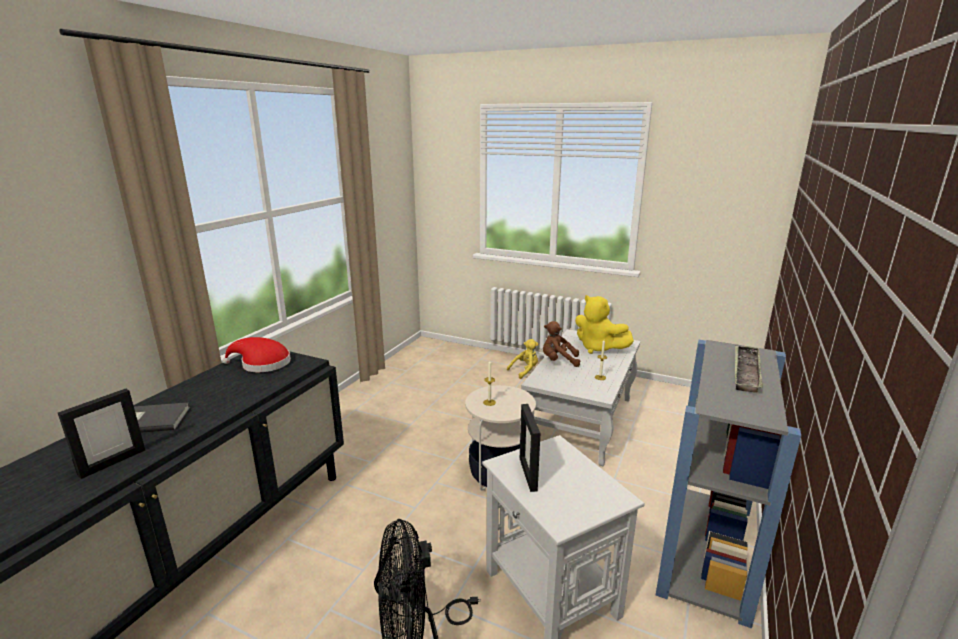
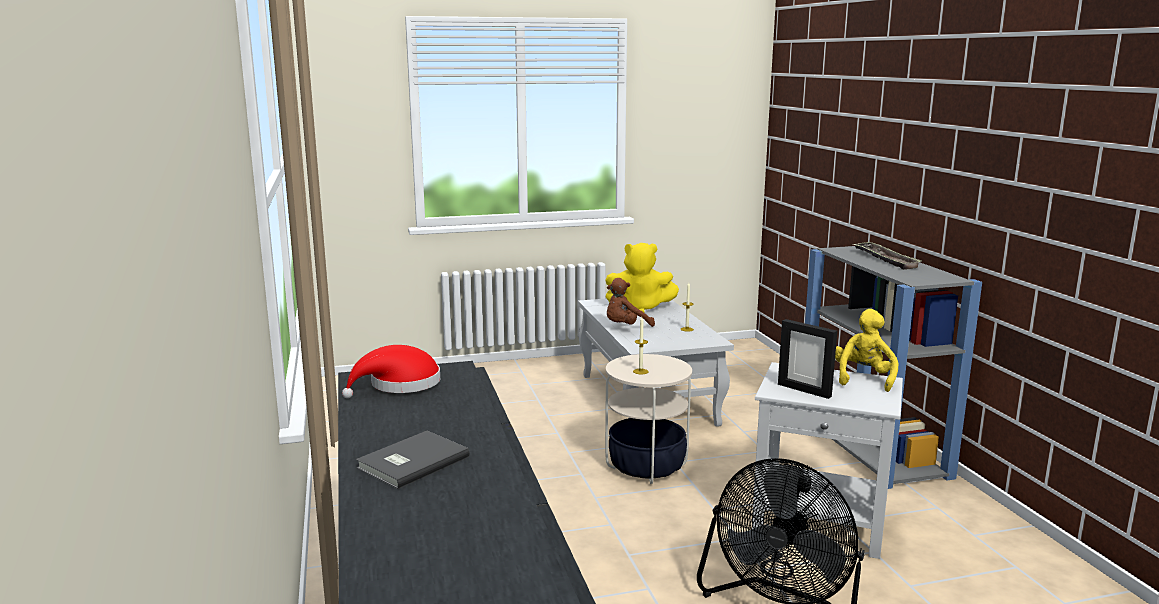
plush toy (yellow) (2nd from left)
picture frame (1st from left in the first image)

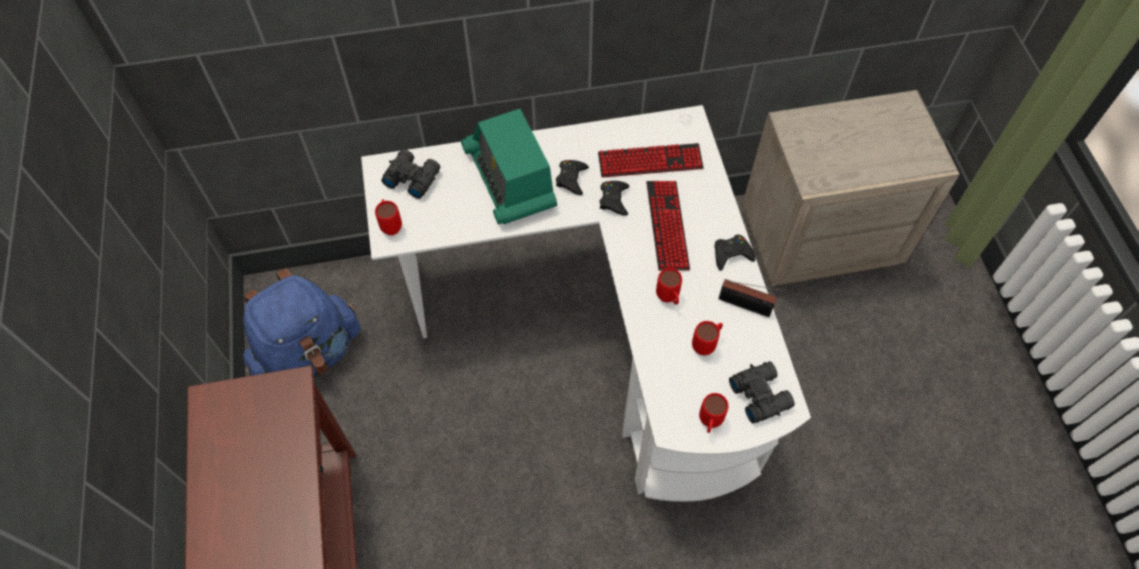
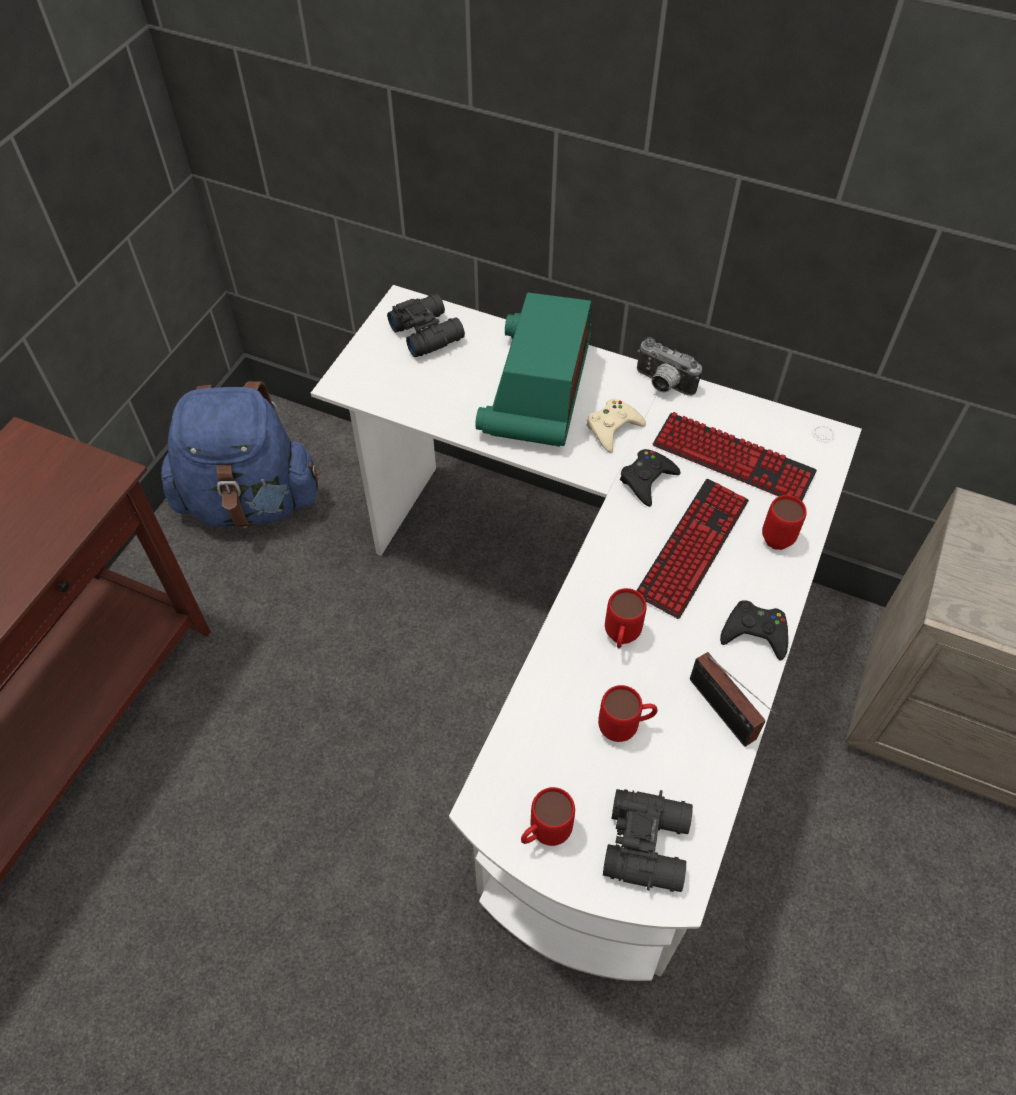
game controller (beige)
photo camera
mug (red) (4th from left)

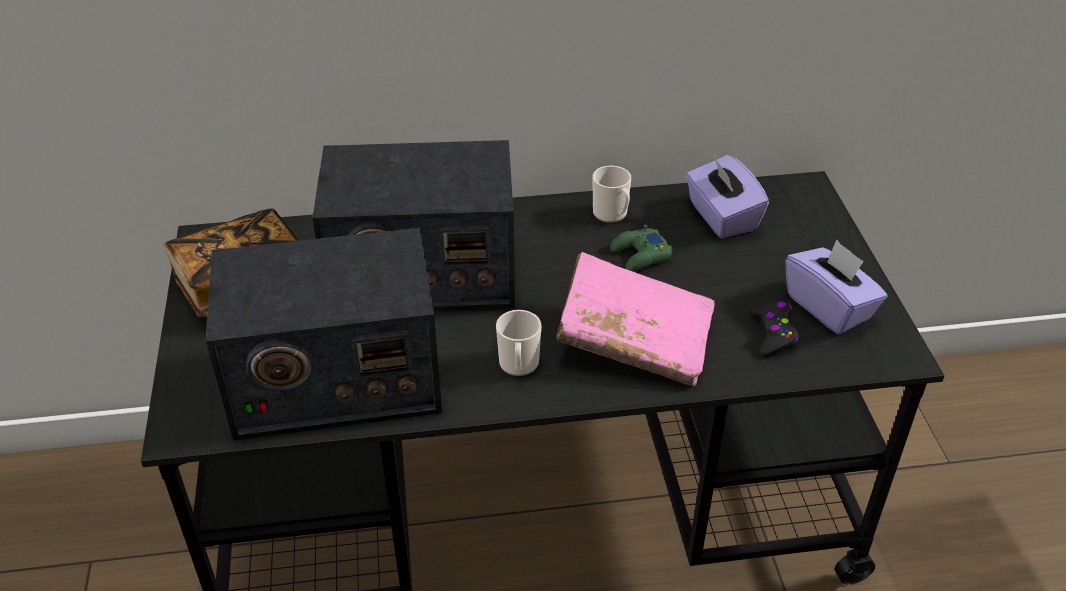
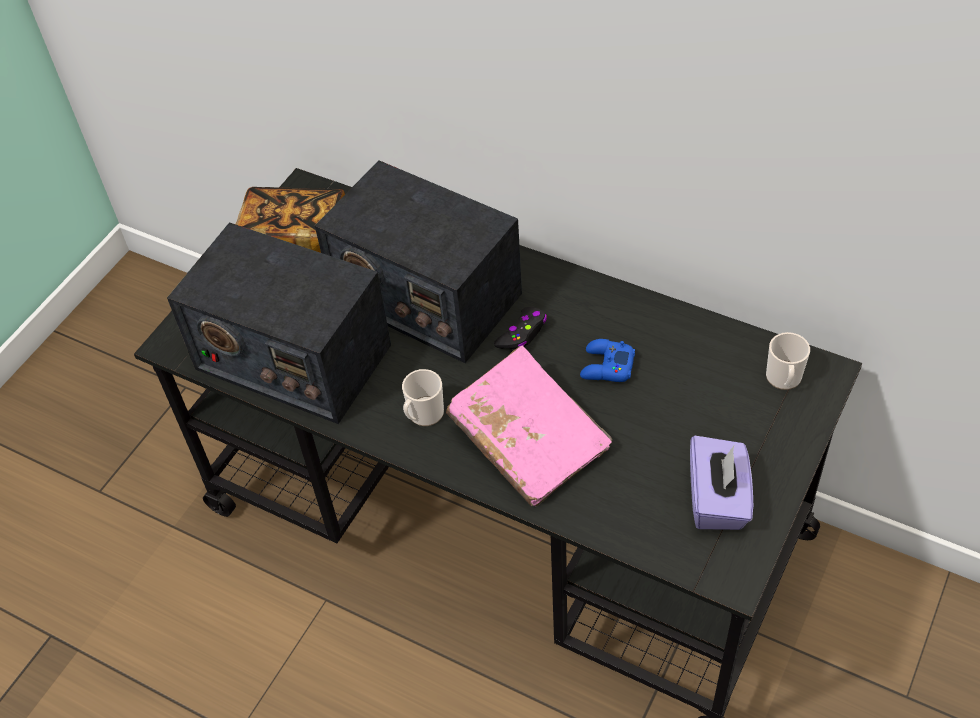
game controller (black)
game controller (blue)
mug (2nd from left)
tissue box (purple) (1st from left in the first image)

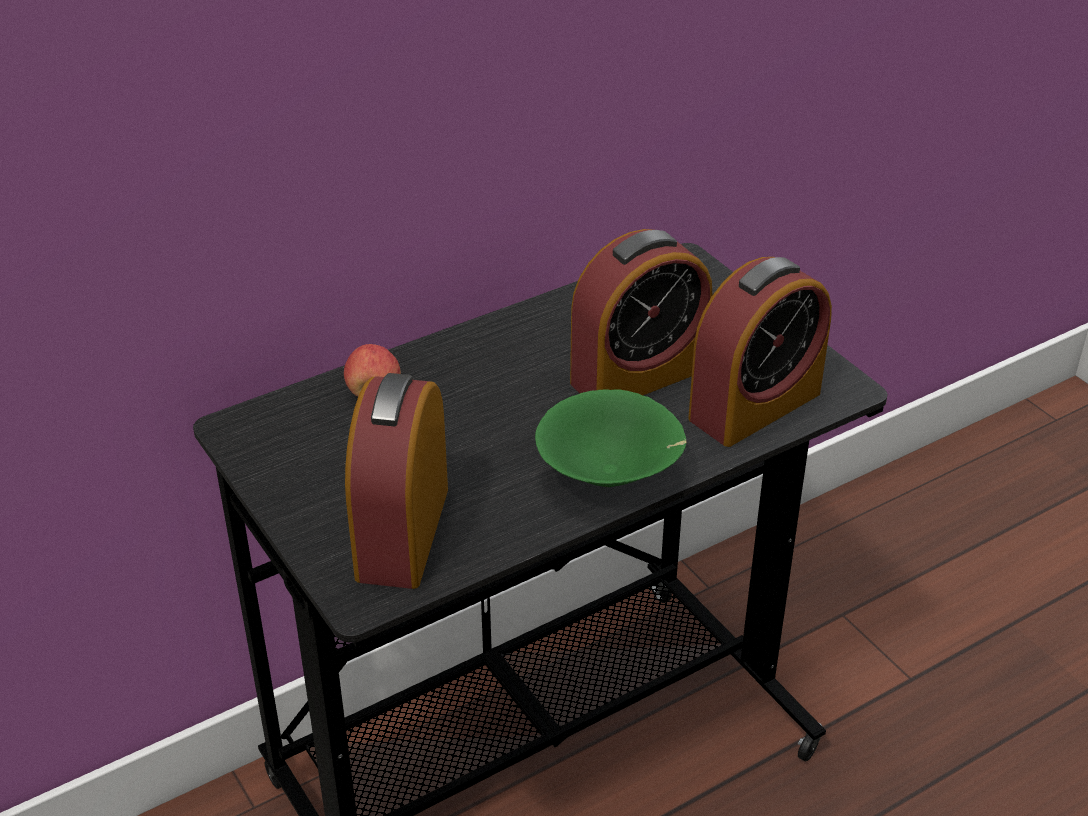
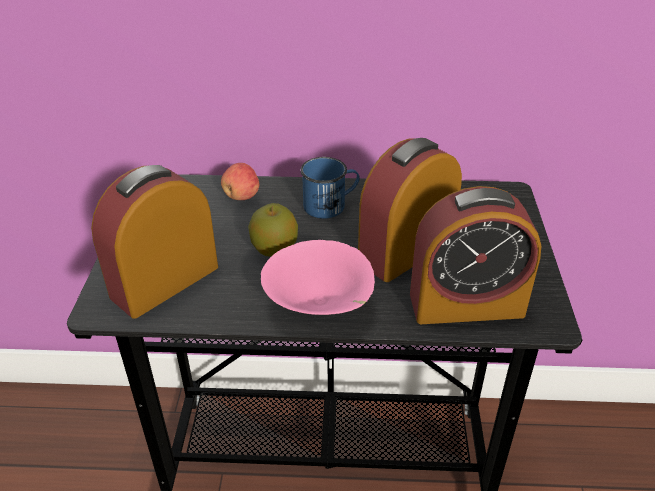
apple (2nd from left)
bowl (pink)
mug (blue)
alarm clock (2nd from left)

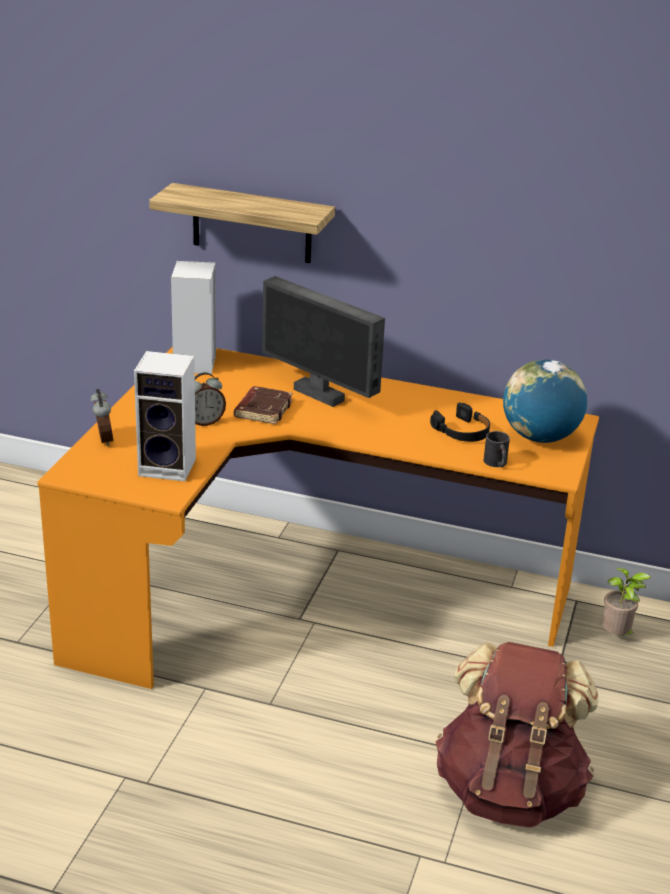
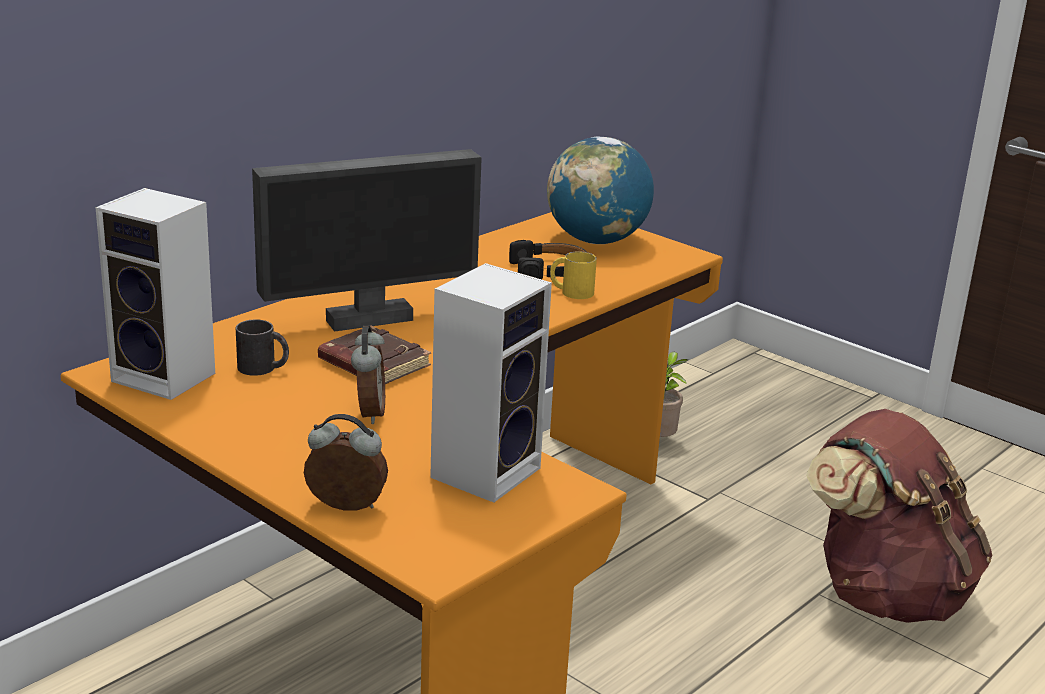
mug (black)
mug (yellow)
shelf

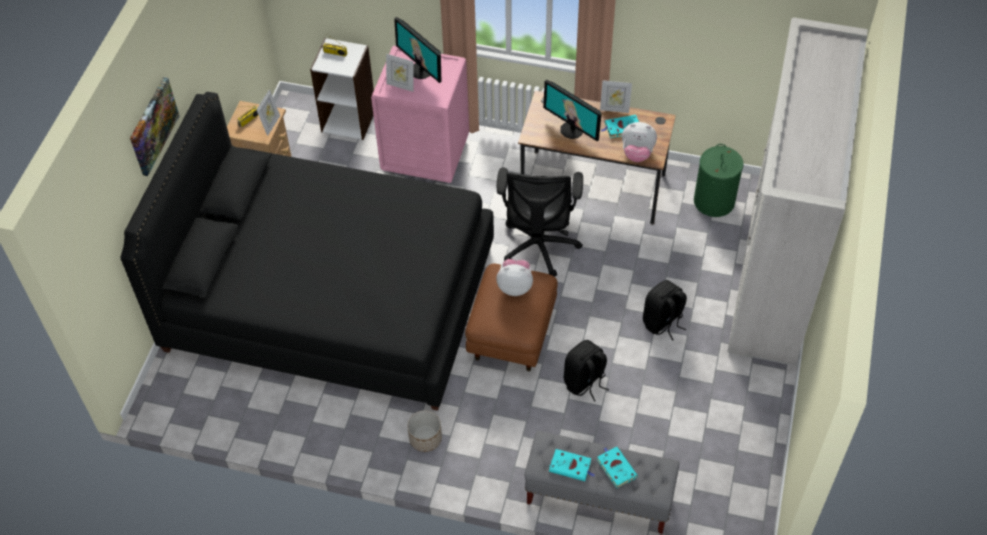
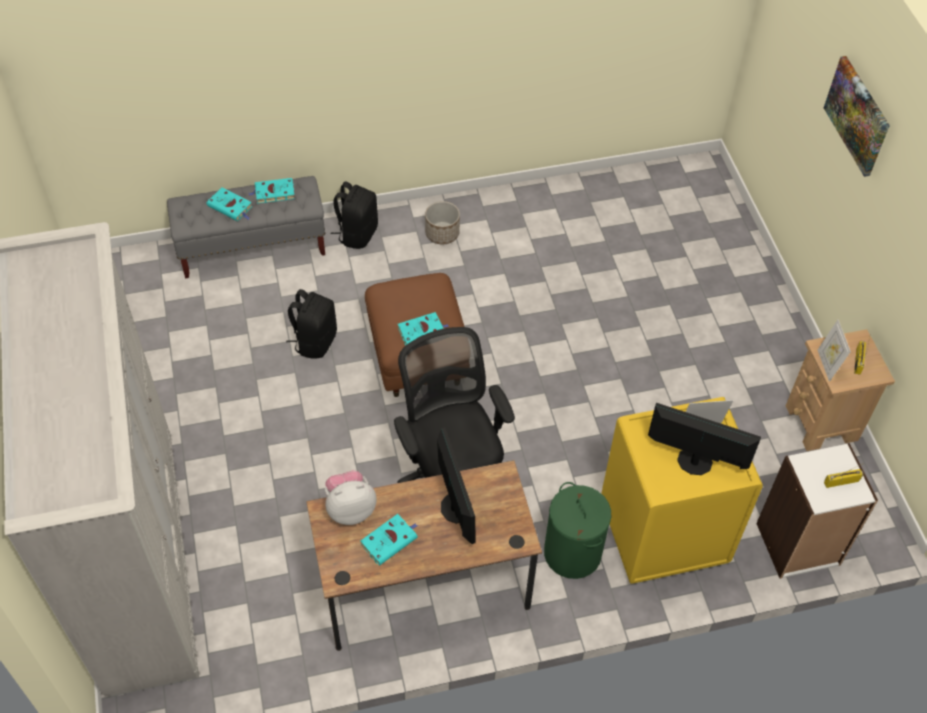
backpack (black) (2nd from left)
book (turquoise) (4th from left)
monitor (1st from left)
laundry basket (green)
dresser (yellow)
bed (black)
picture frame (3rd from left in the first image)

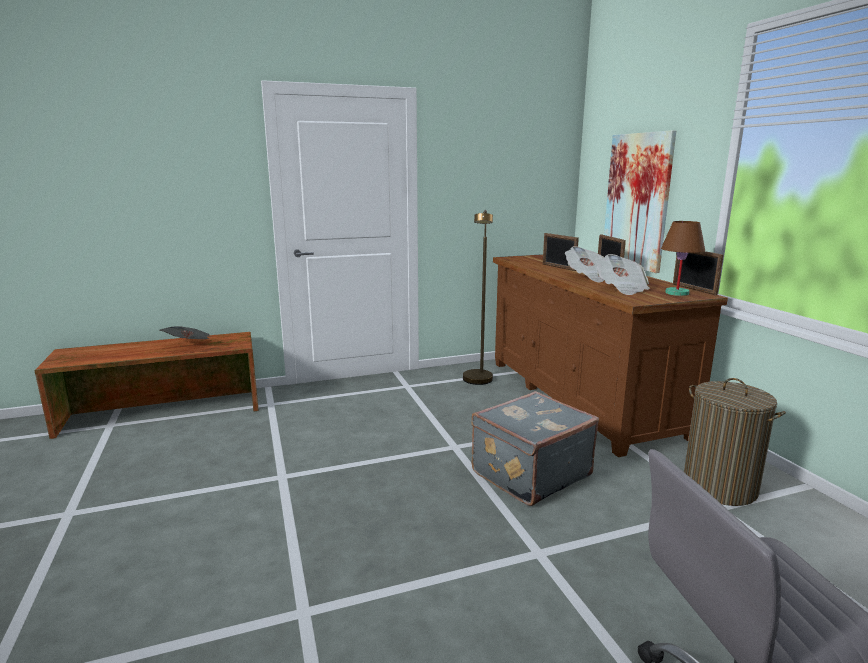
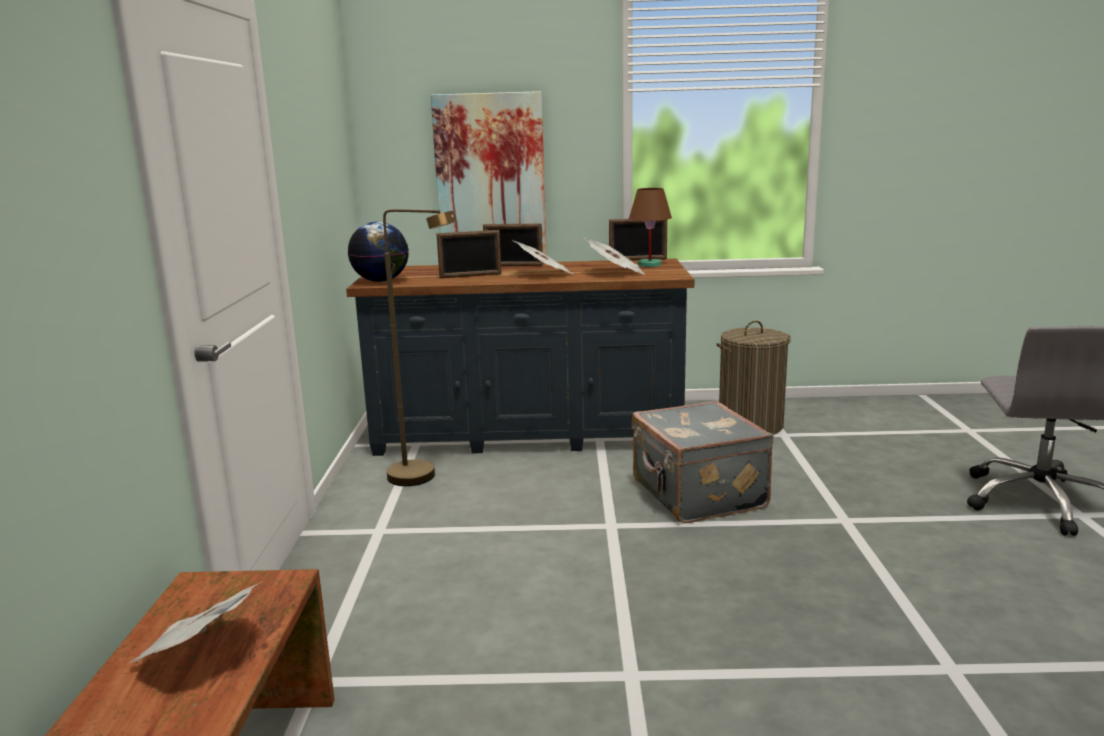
dresser (blue)
globe

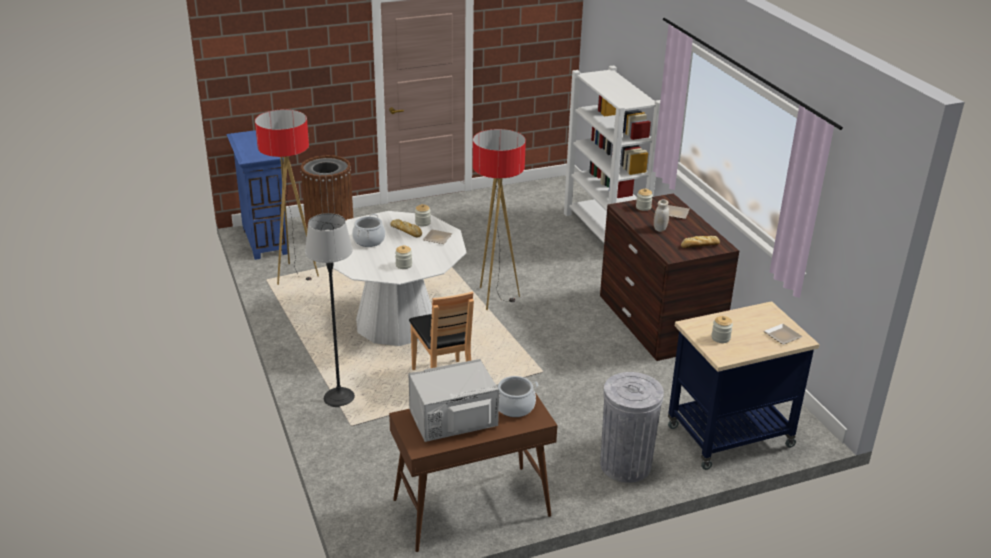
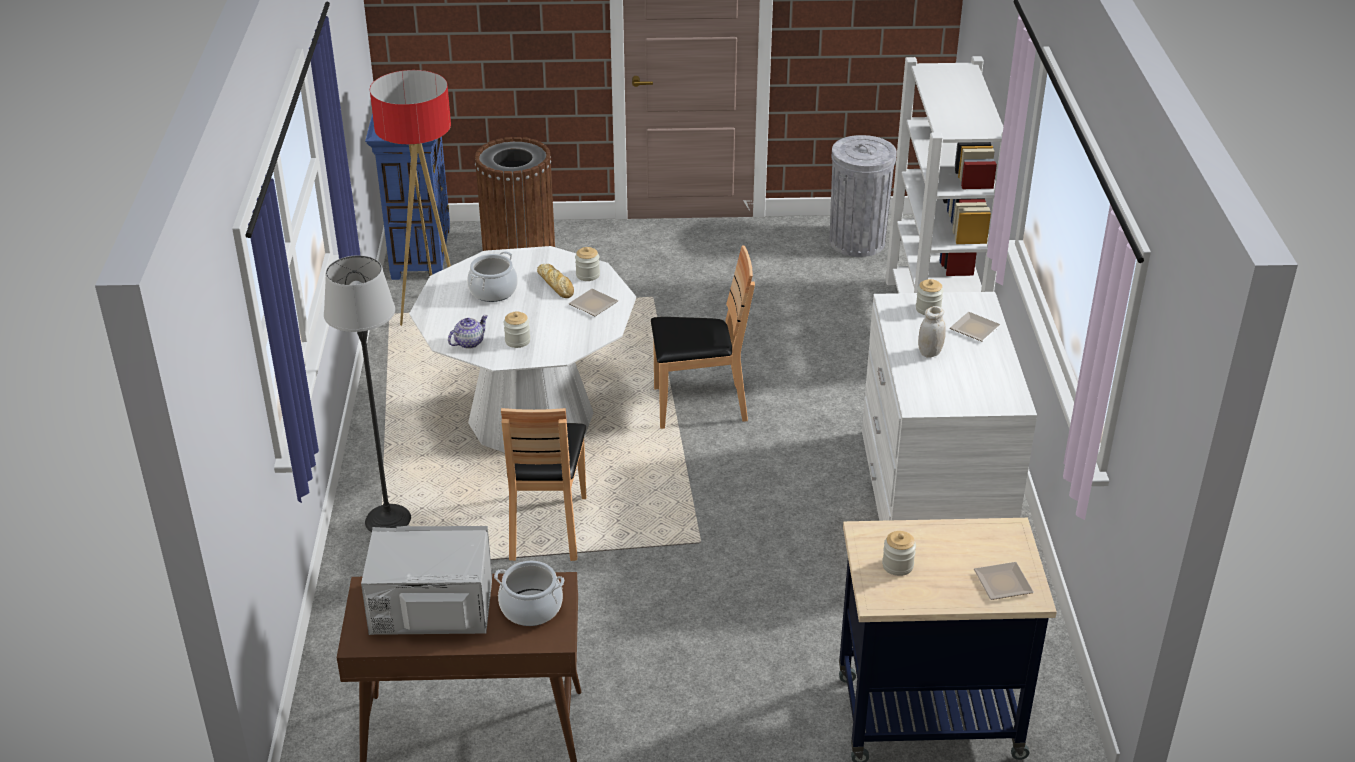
teapot
chair (brown) (2nd from left)
trash can (grey)
dresser (white)
bread (2nd from left in the first image)

